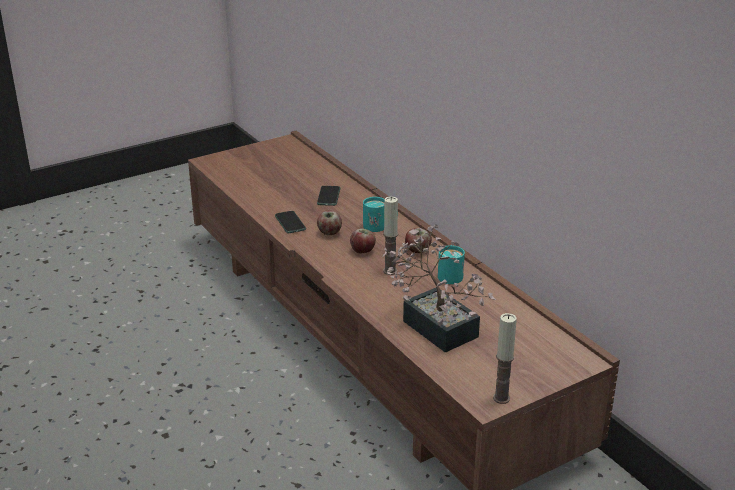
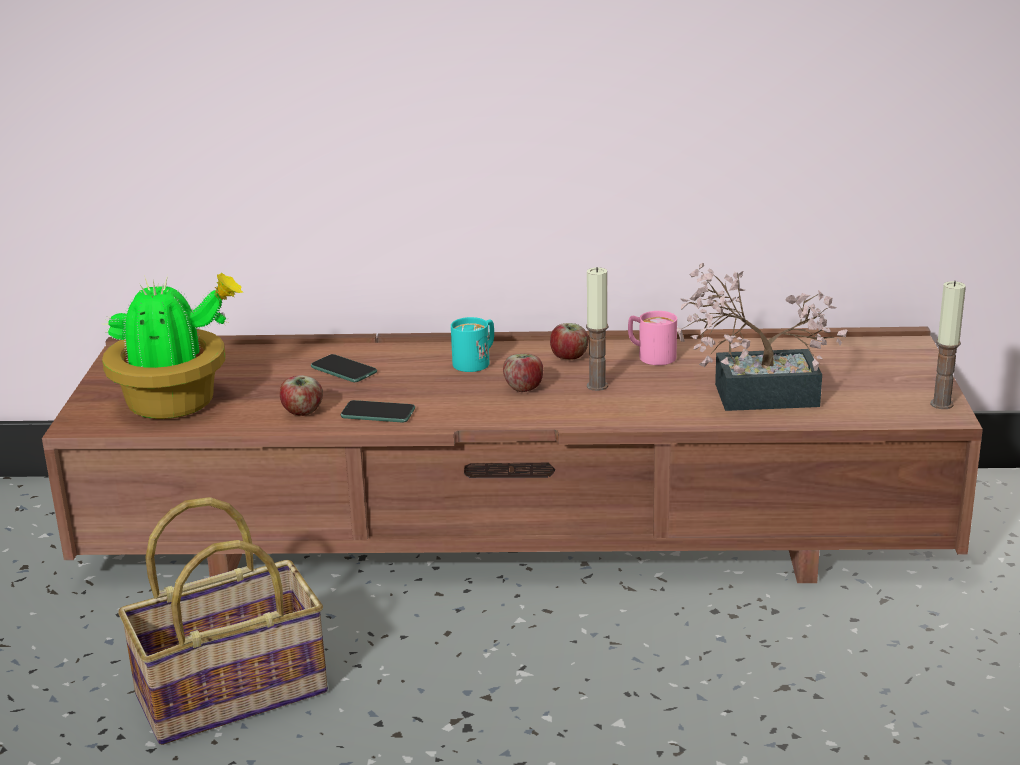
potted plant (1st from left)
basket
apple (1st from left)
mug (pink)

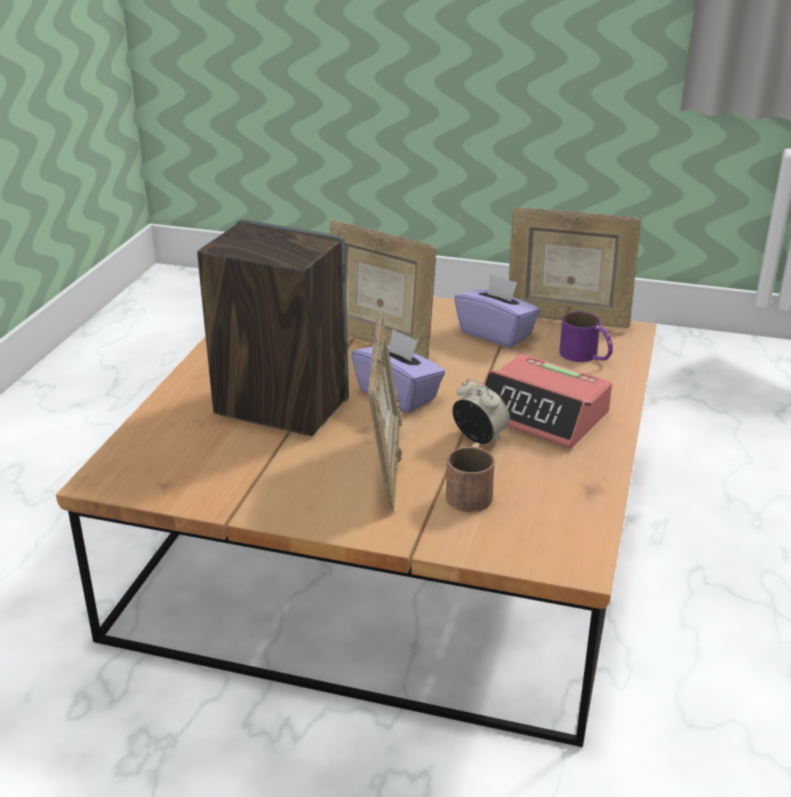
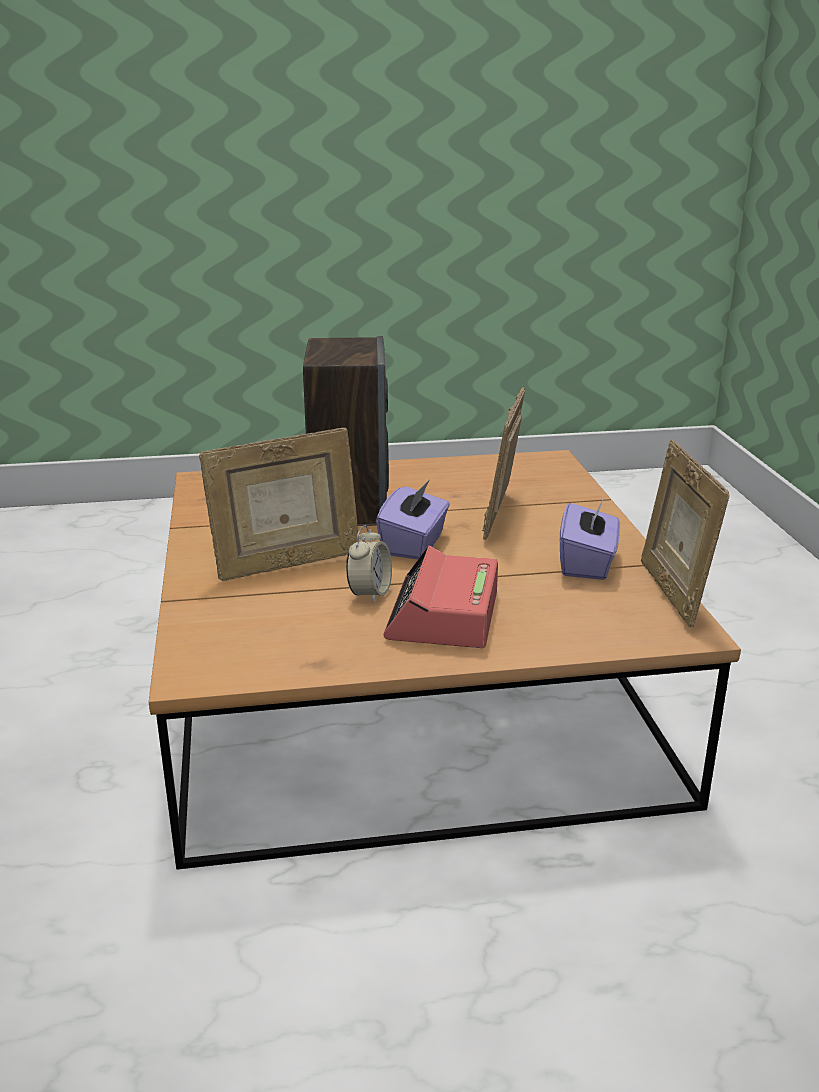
mug (brown)
mug (purple)

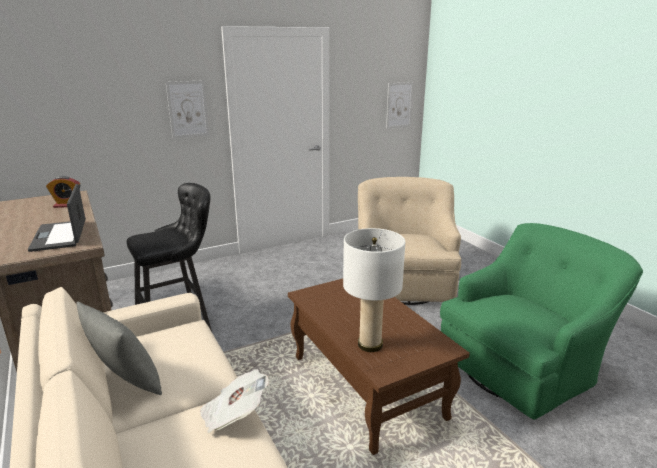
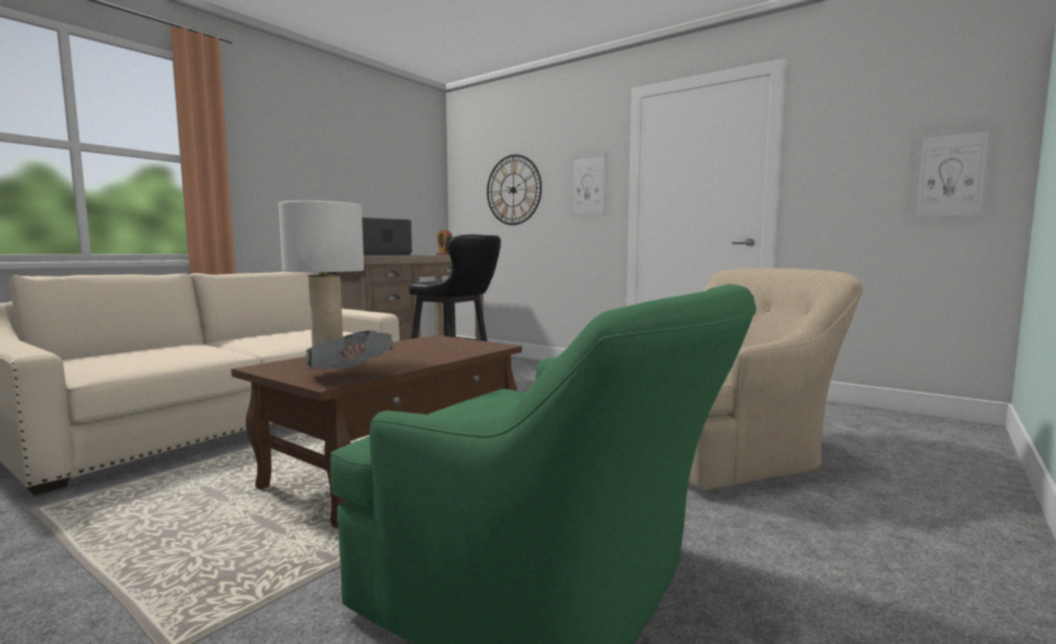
newspaper
wall clock
pillow (grey)

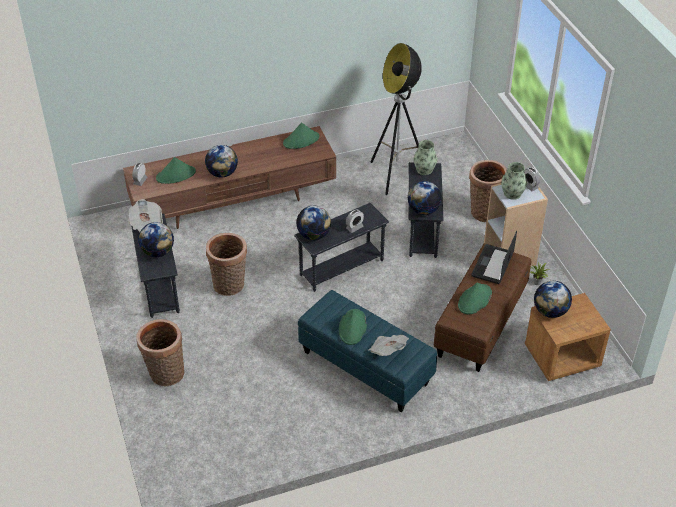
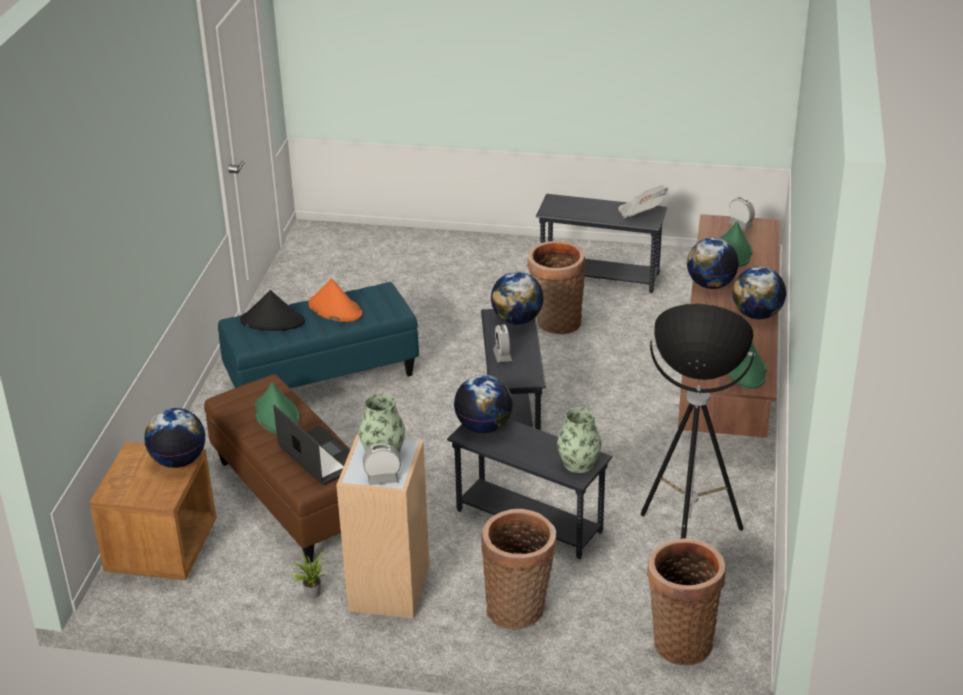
hat (black)
hat (orange)
basket (3rd from left)
globe (5th from left)

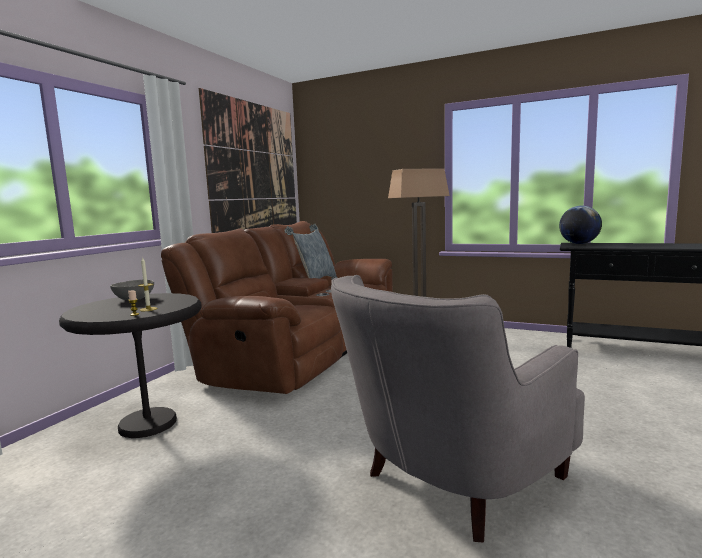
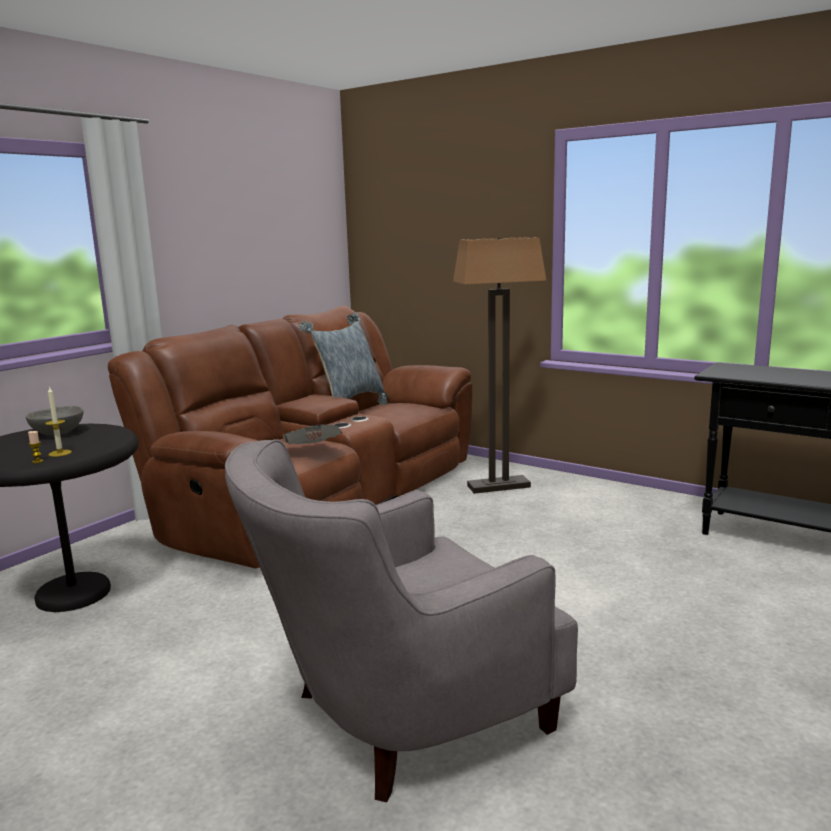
newspaper
picture
globe

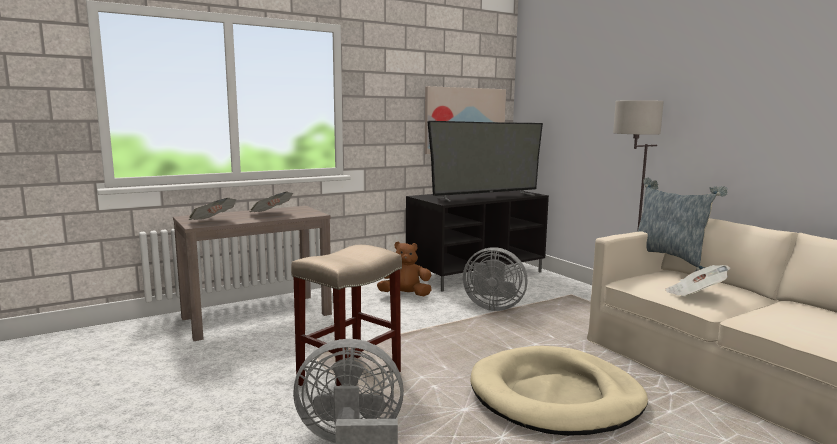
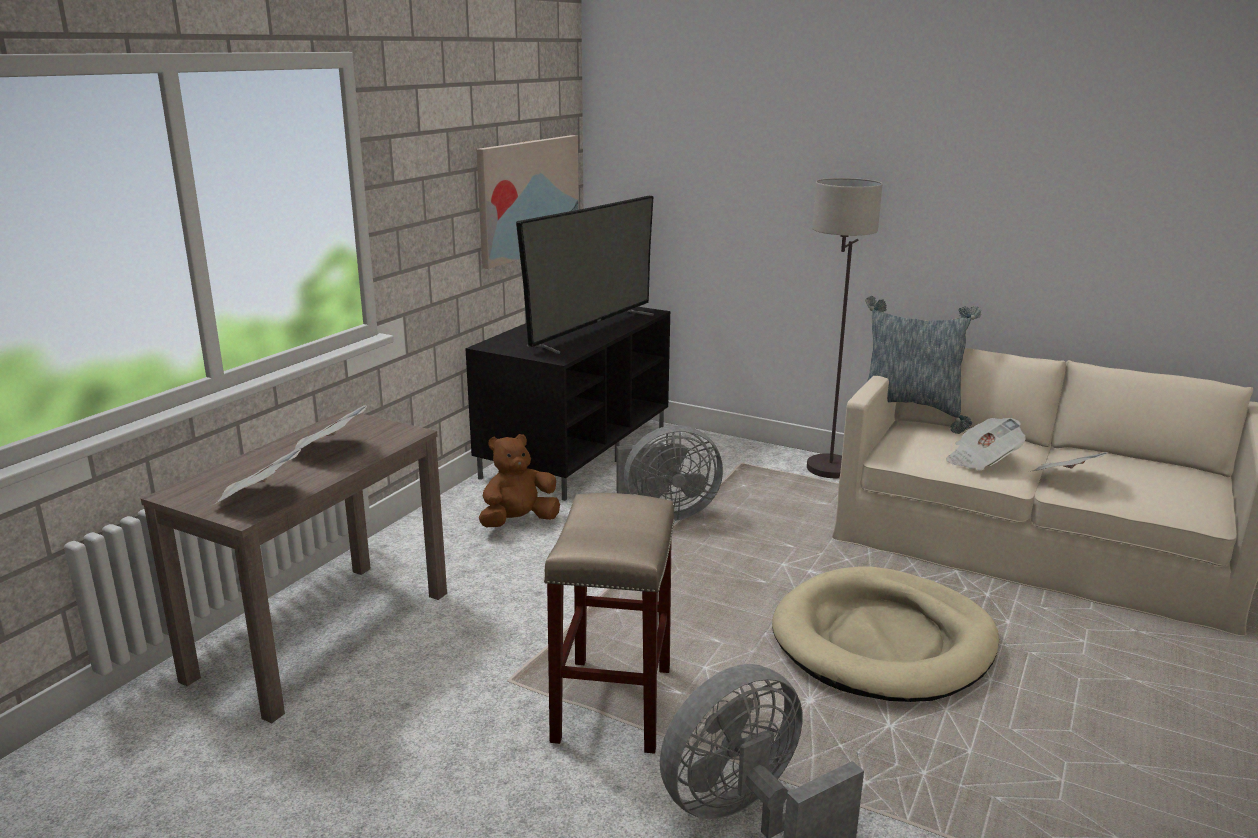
newspaper (4th from left)

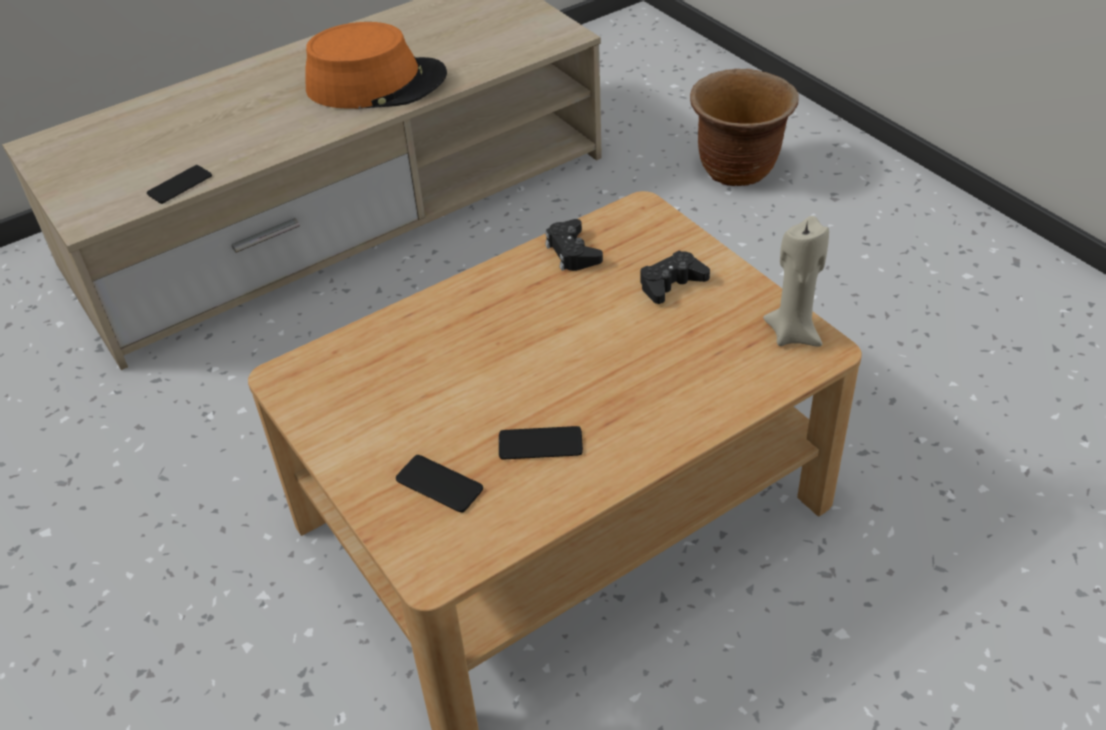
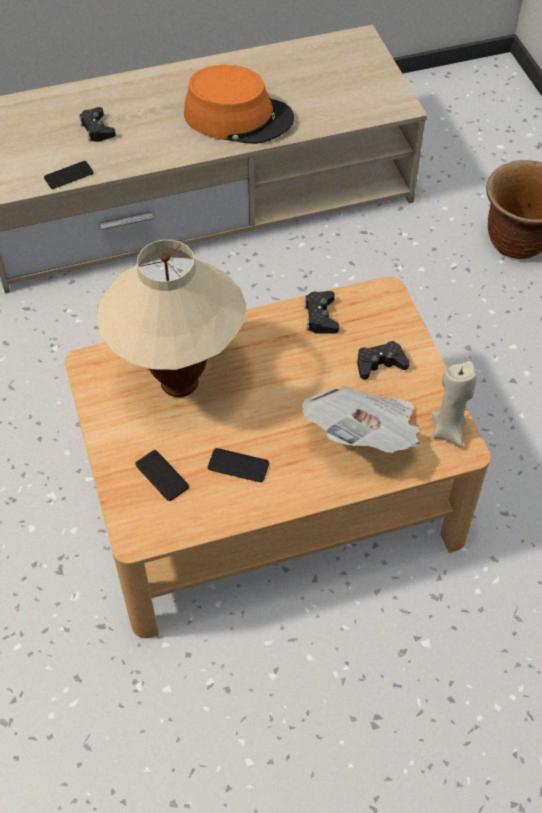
game controller (black) (1st from left)
table lamp (beige)
newspaper

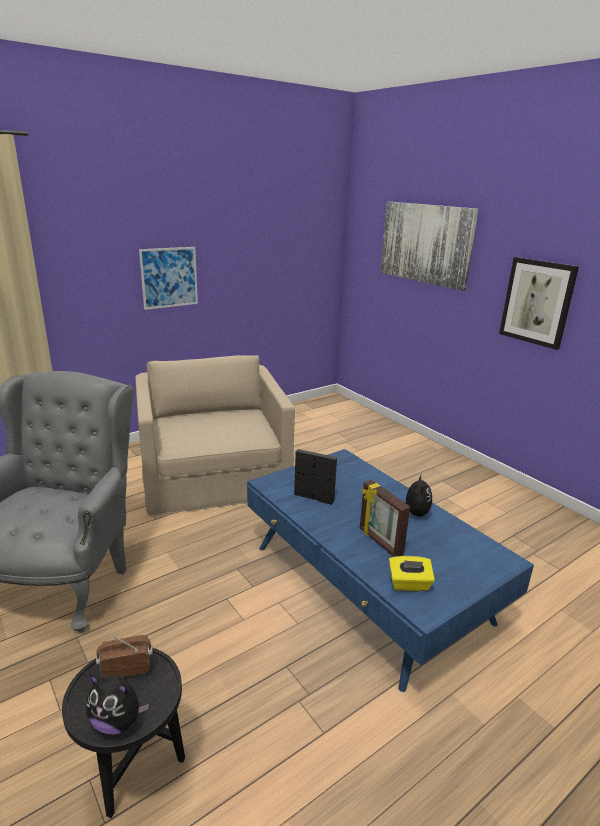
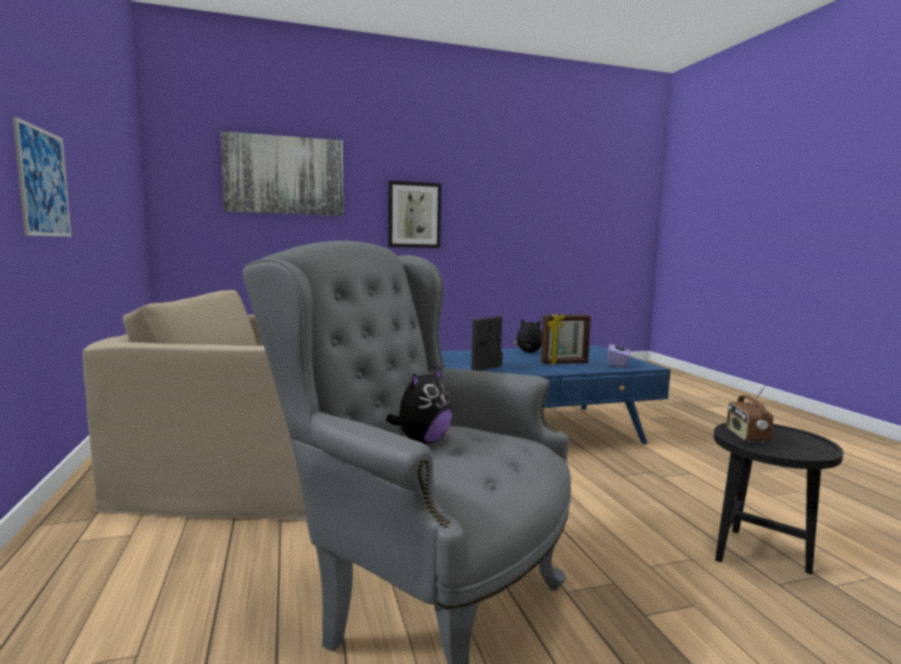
plush toy (1st from left)
tissue box (purple)

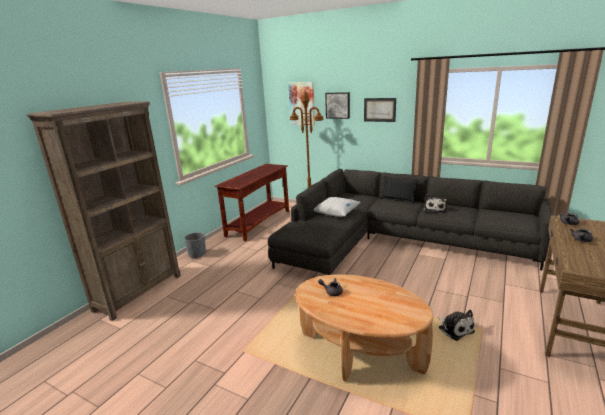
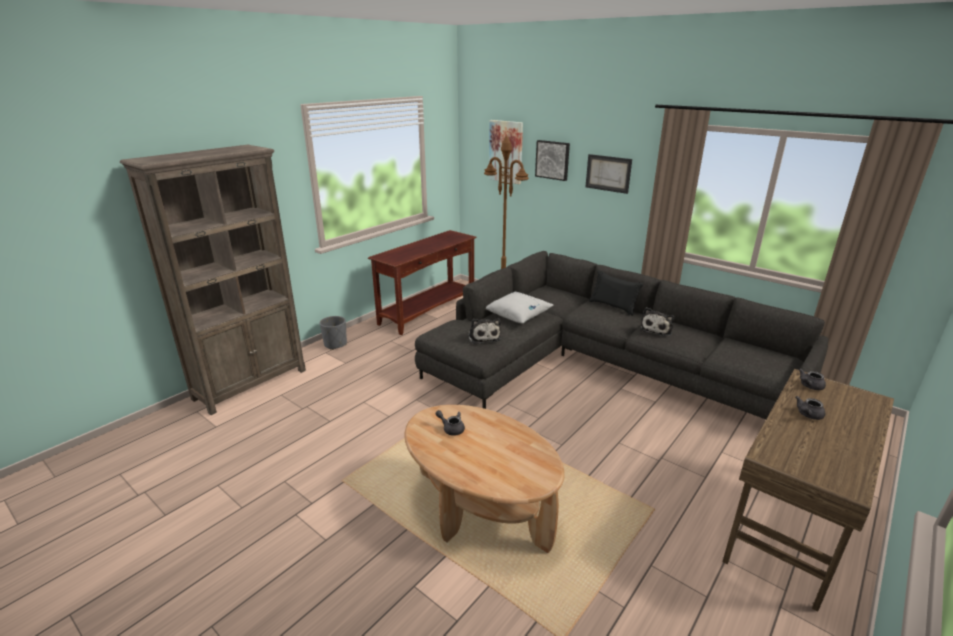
plush toy (1st from left)

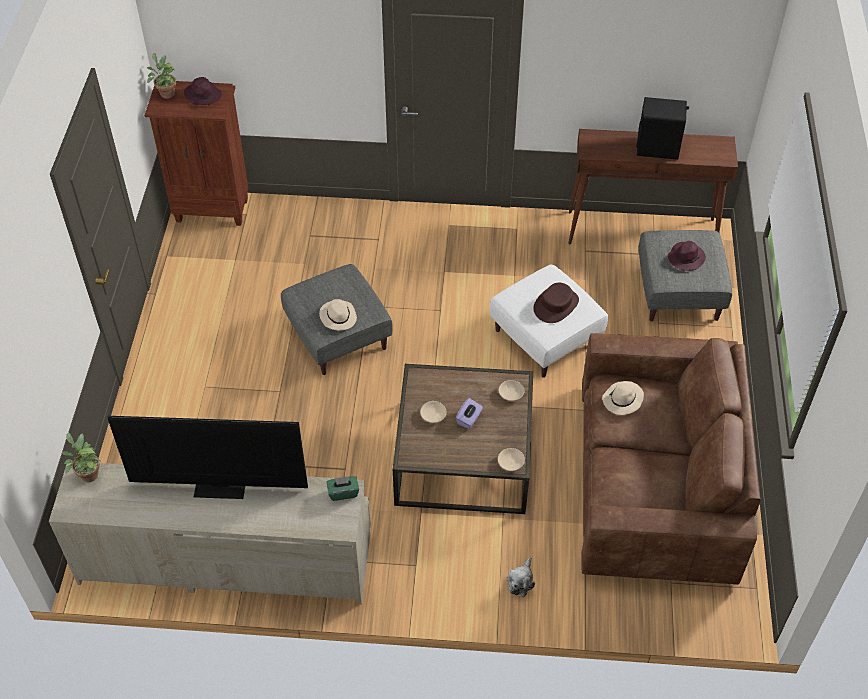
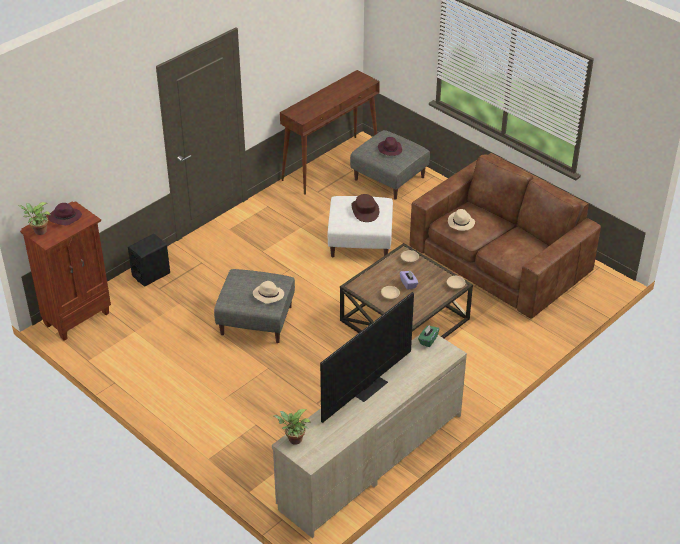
speaker (black)
plush toy

